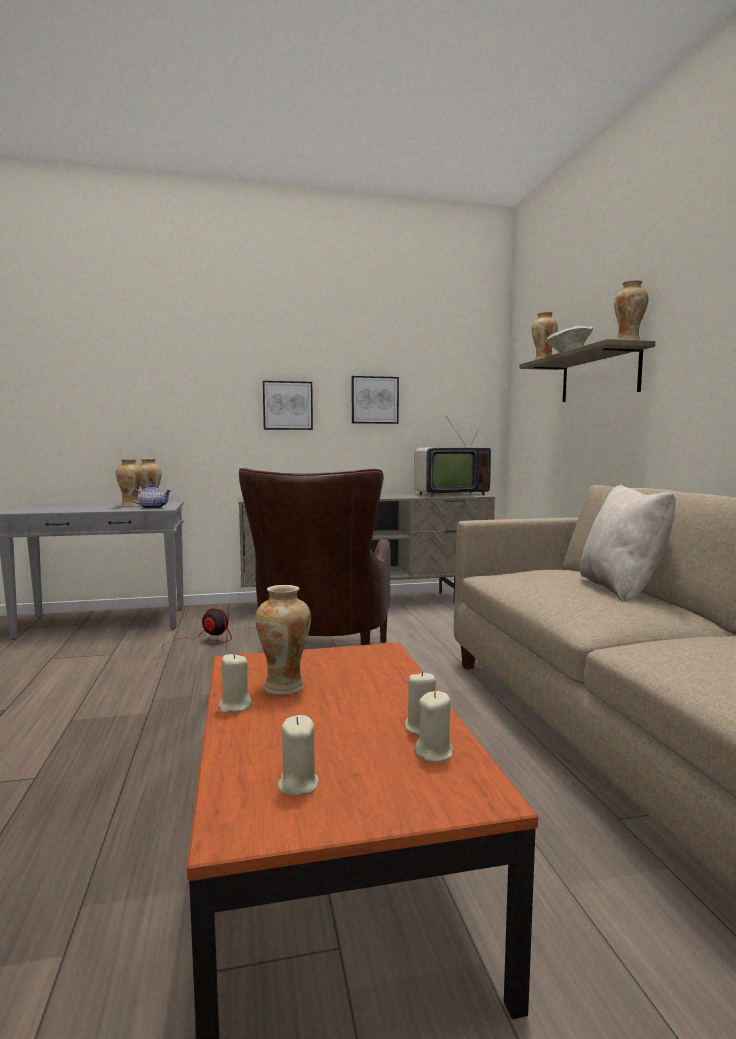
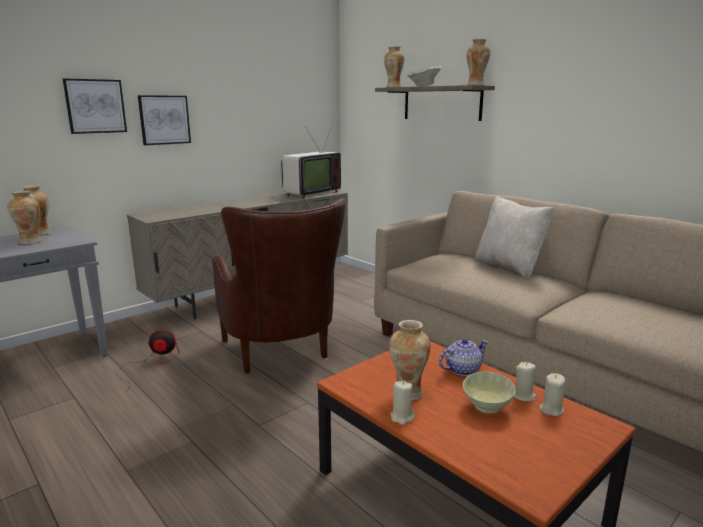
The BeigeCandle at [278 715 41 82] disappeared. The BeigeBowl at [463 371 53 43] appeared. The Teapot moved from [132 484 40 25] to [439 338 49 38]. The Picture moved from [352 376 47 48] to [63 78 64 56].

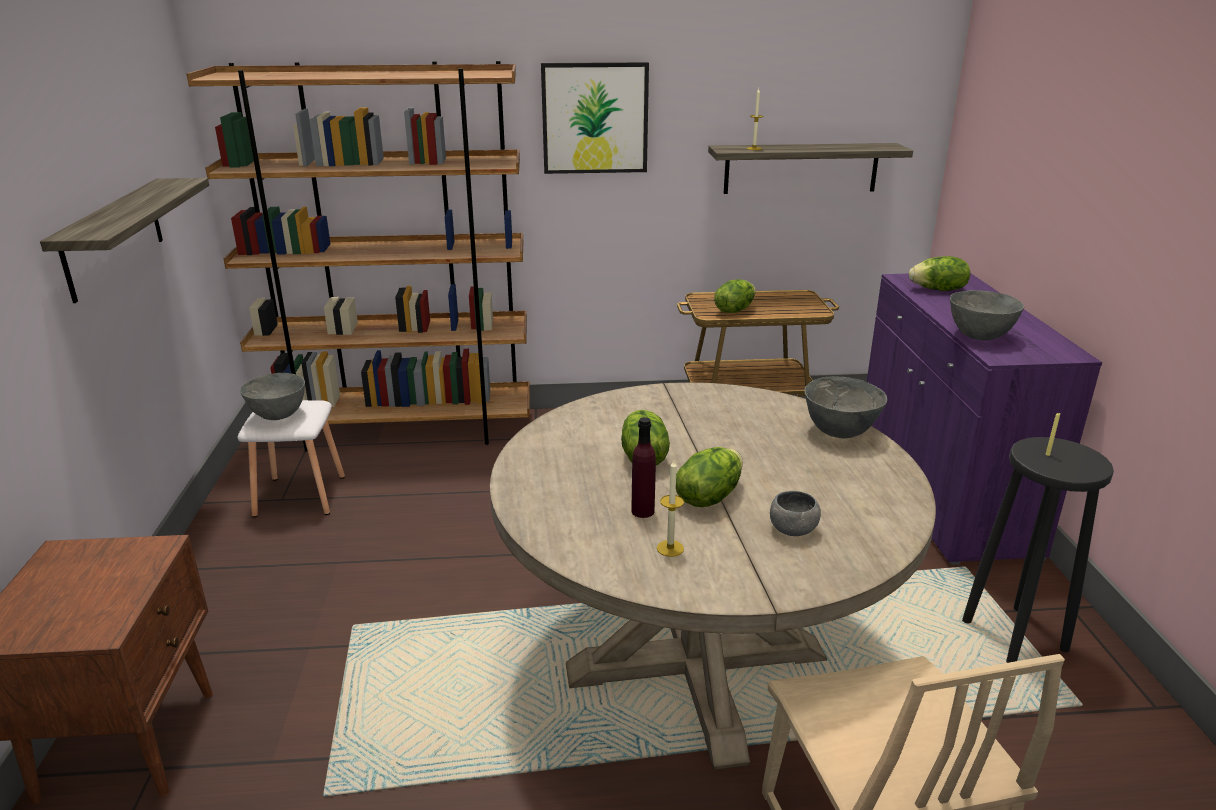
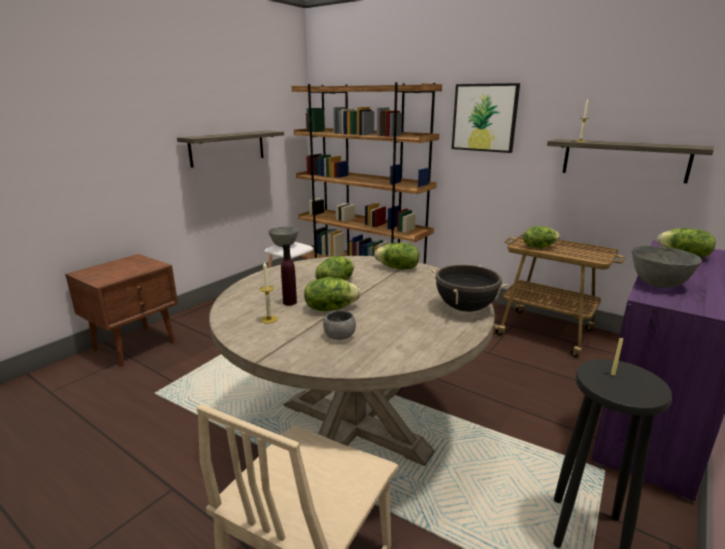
The Lettuce at [375 243 44 27] appeared. The GreyBowl at [804 376 83 63] was replaced by the BlackCookingPot at [431 265 78 47].

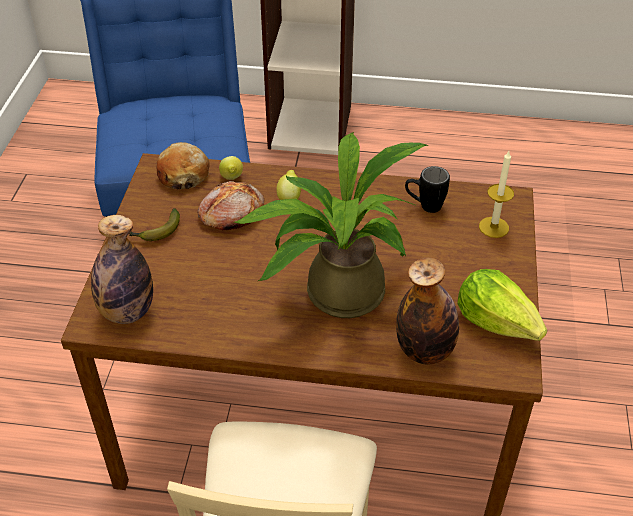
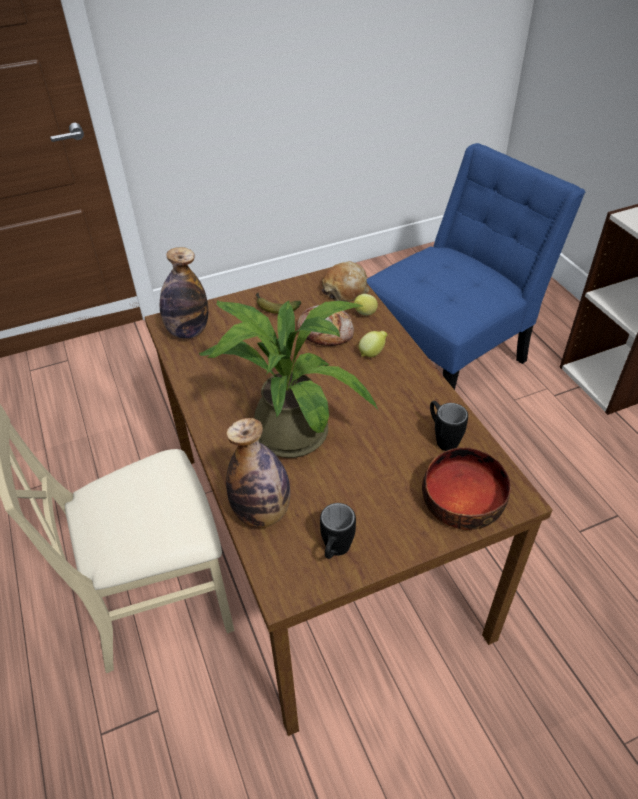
The Lettuce at [457 269 90 72] was replaced by the BlackMug at [320 503 36 56]. The Candle at [479 151 35 87] was replaced by the Bowl at [422 448 89 82].

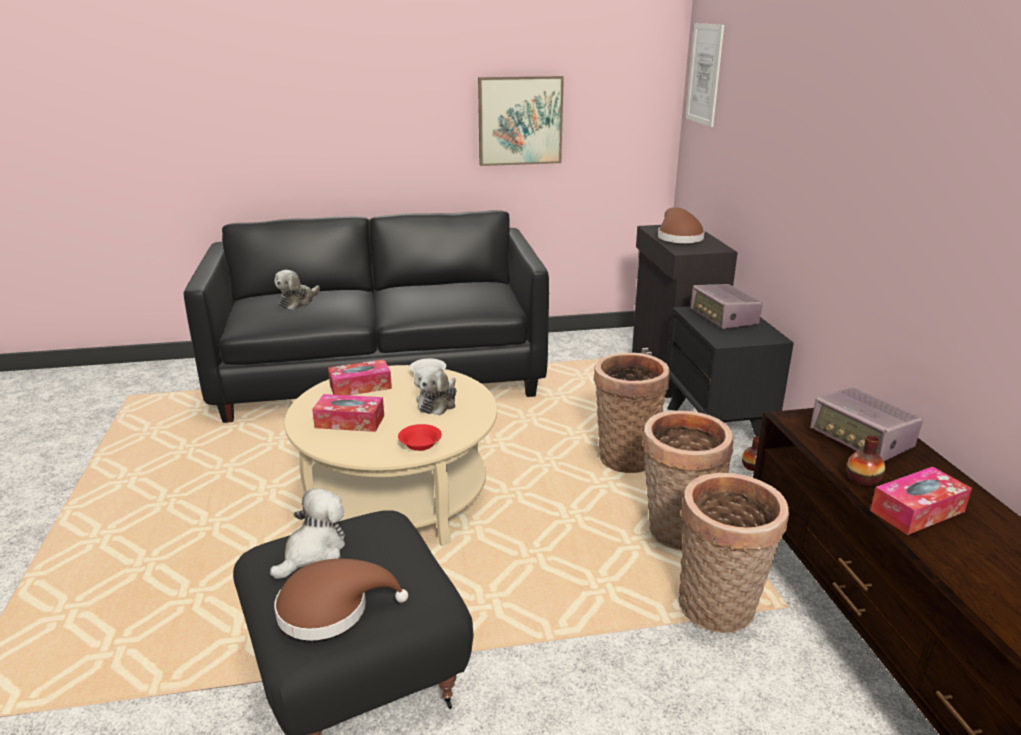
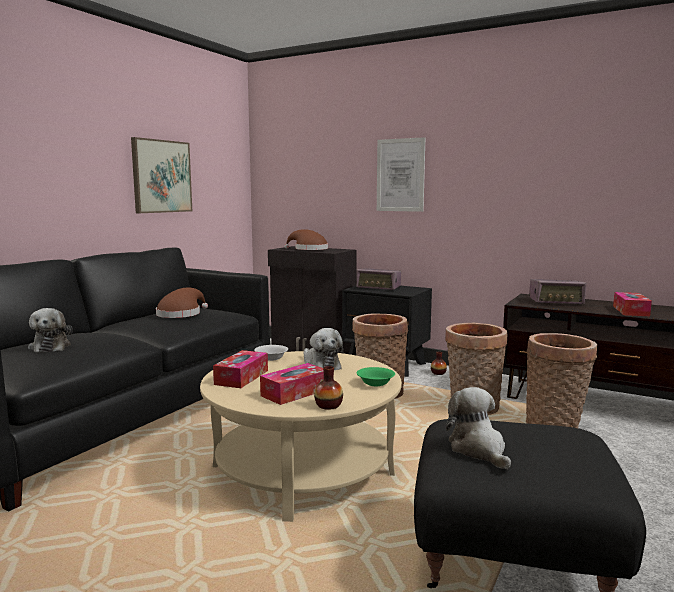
The BrownHat moved from [274 559 134 82] to [156 288 52 30]. The Picture moved from [686 23 38 104] to [377 137 48 75]. The Vase moved from [847 435 38 51] to [314 366 29 44]. The RedBowl at [398 424 44 27] became the GreenBowl at [356 367 39 19].

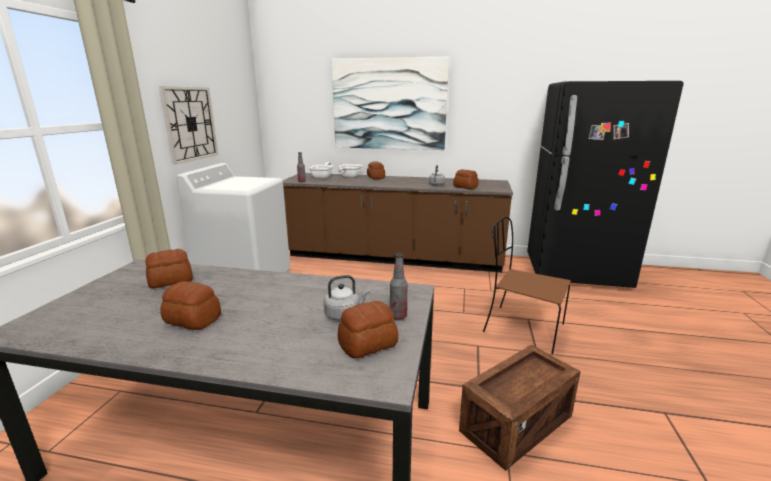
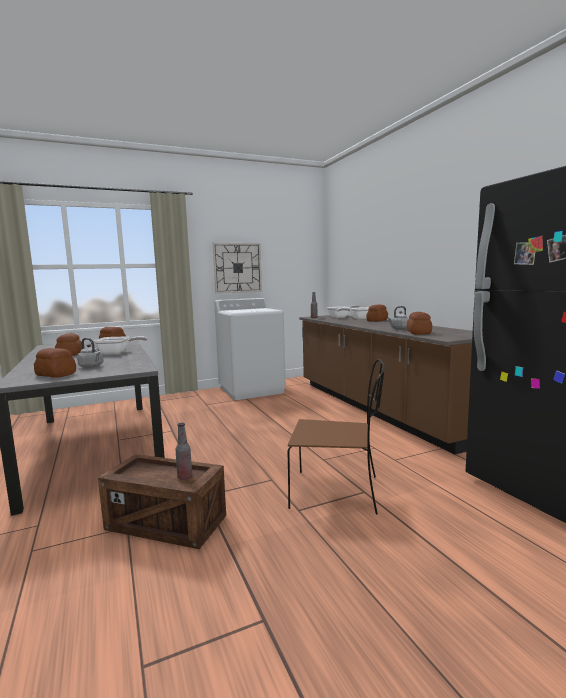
The Picture at [332 57 117 93] disappeared. The FryingPan at [94 336 53 18] appeared. The Bottle moved from [390 253 17 67] to [175 423 17 57]. The BrownChair at [483 217 88 137] turned 105 degrees clockwise.

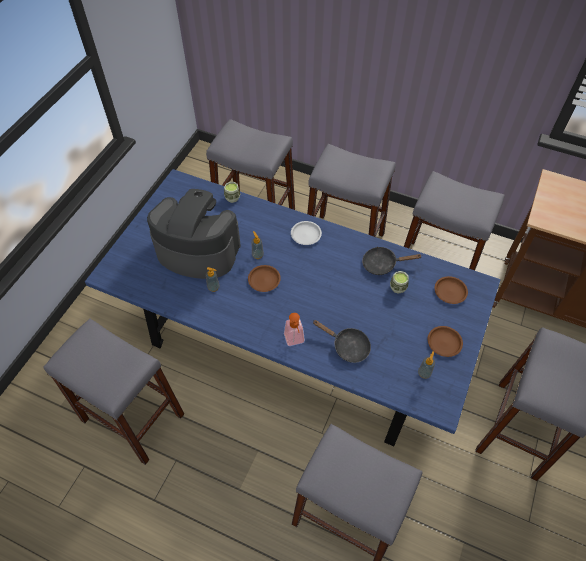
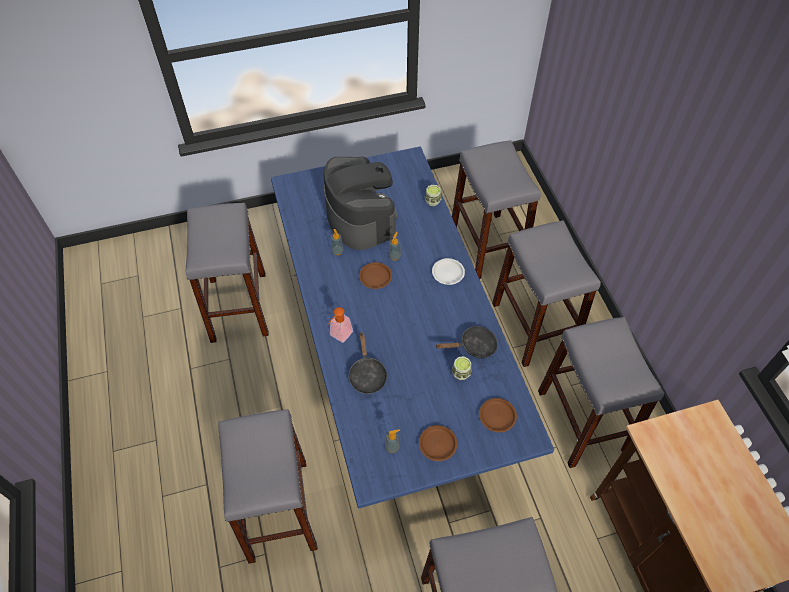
The BlackFryingPan at [362 247 59 28] turned 120 degrees clockwise.

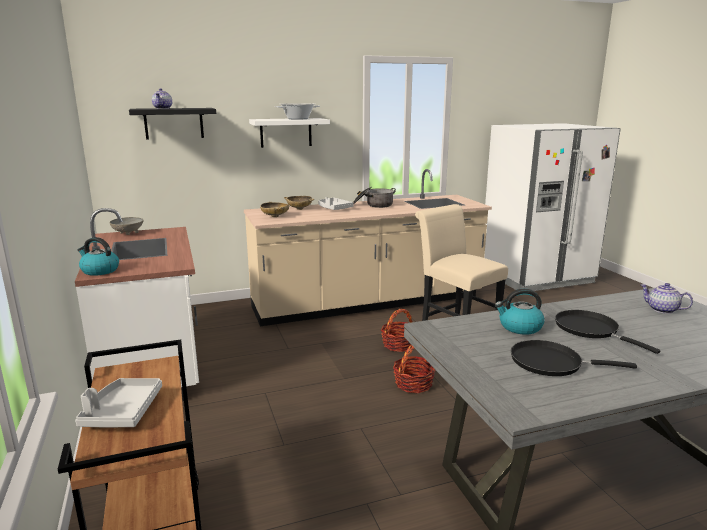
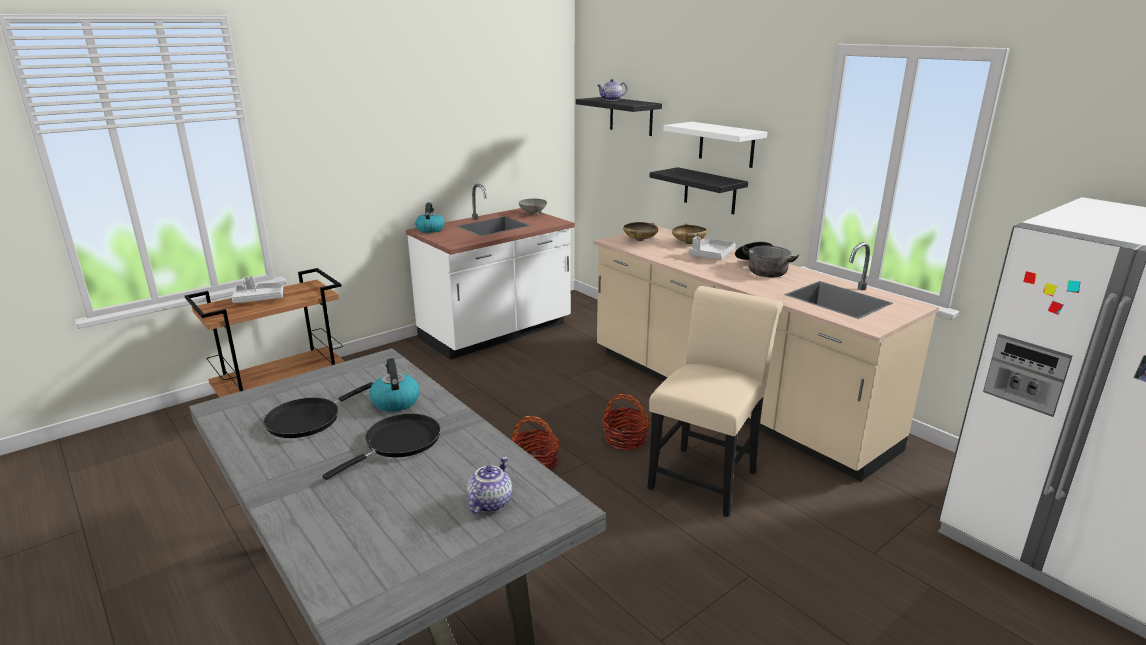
The CookingPot at [275 103 45 16] disappeared. The BlackShelf at [650 167 98 47] appeared. The BlackFryingPan at [511 340 126 36] turned 135 degrees counterclockwise.

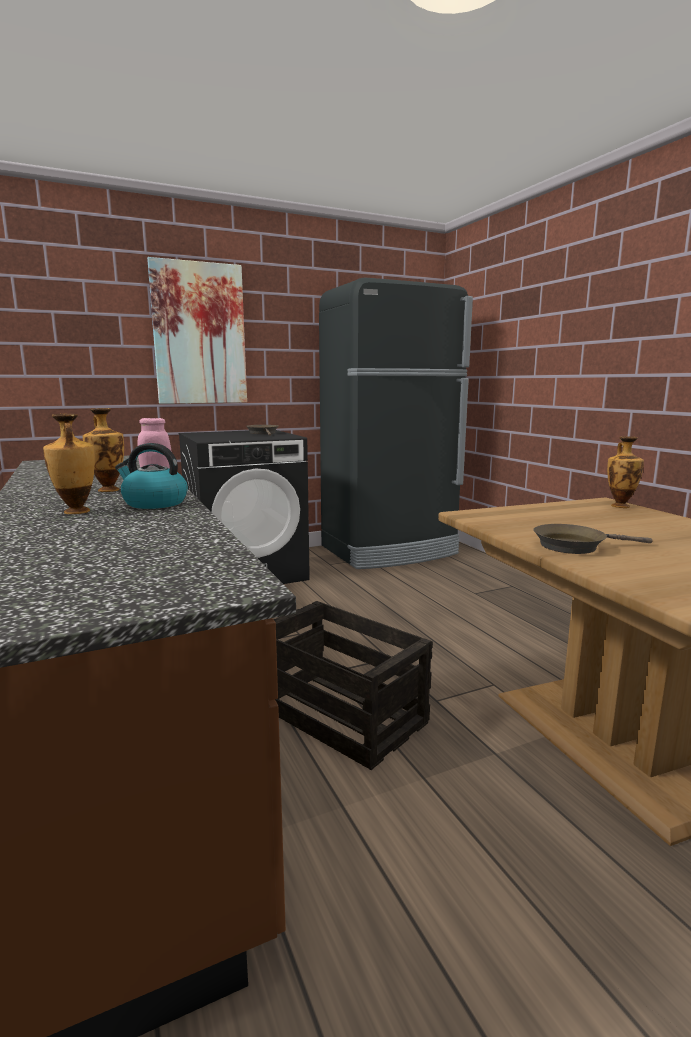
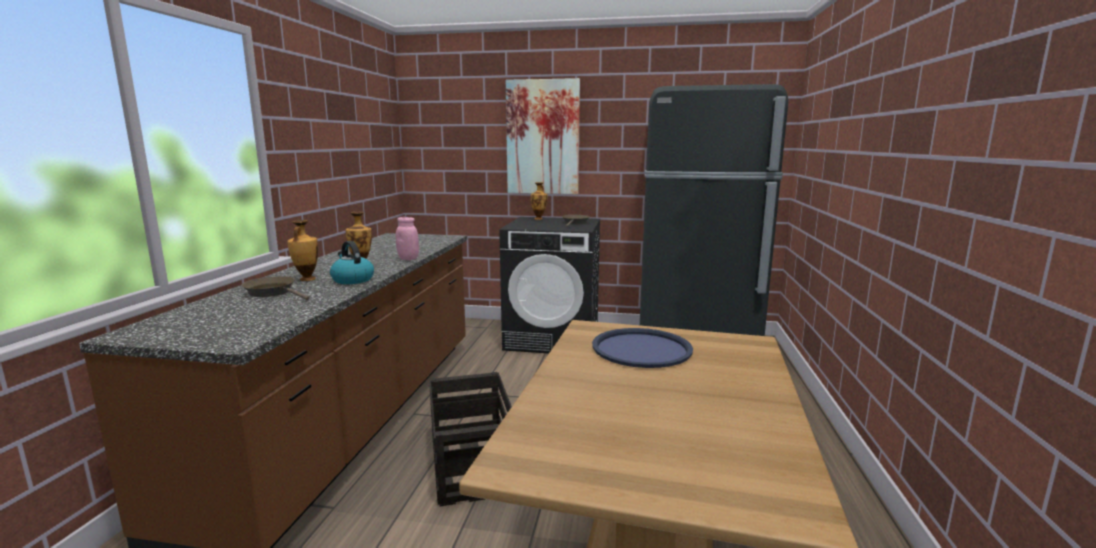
The BlueTray at [592 328 101 40] appeared. The BrownFryingPan moved from [533 524 120 30] to [241 276 69 24]. The Vase moved from [607 436 37 72] to [531 182 17 38].

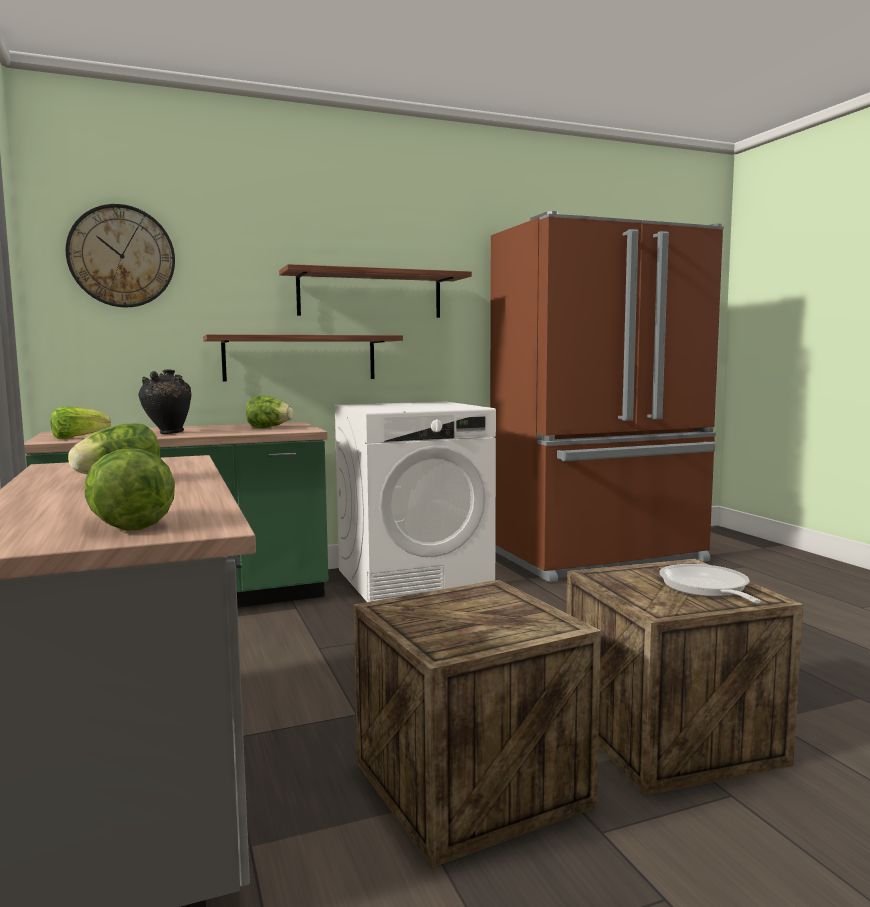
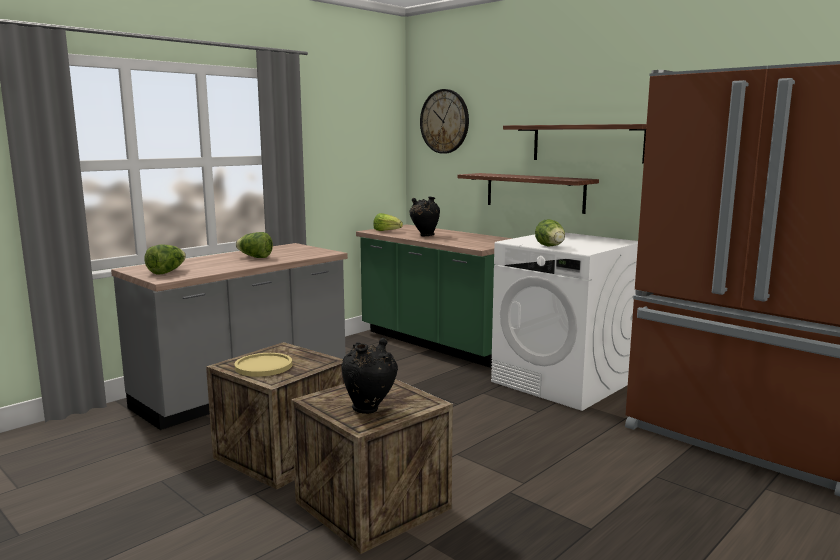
The YellowPlate at [235 353 57 24] appeared. The Lettuce moved from [246 396 47 32] to [535 219 30 27]. The FryingPan at [659 564 102 39] was replaced by the BlackVase at [341 338 57 76].

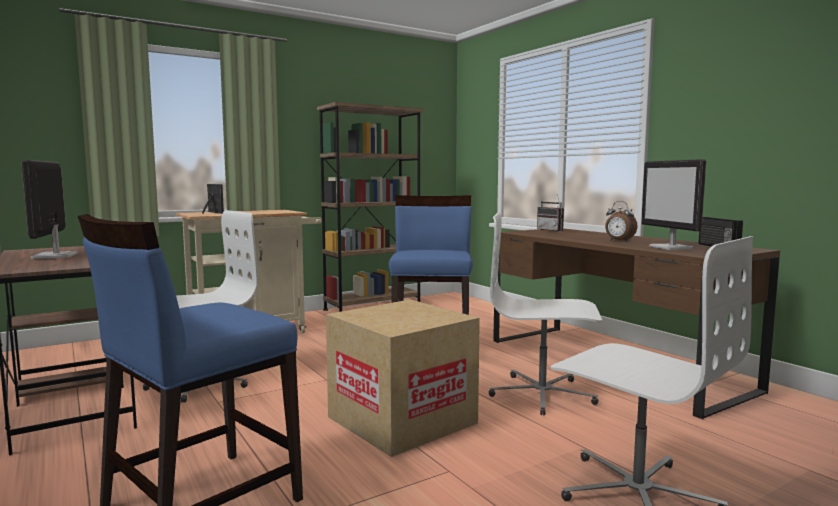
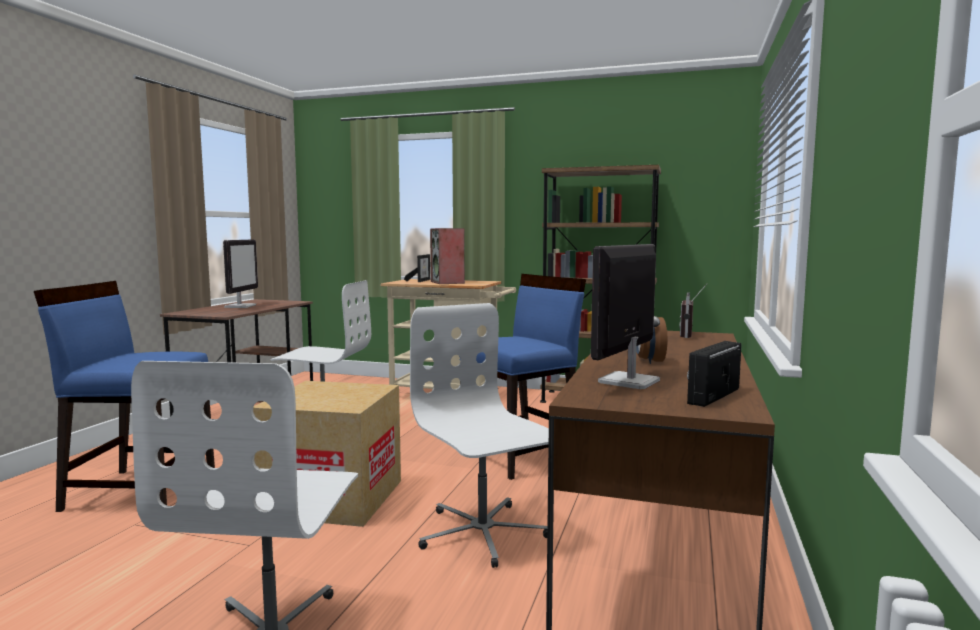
The Speaker at [430 228 35 56] appeared. The Monitor at [22 160 56 99] turned 150 degrees clockwise.

